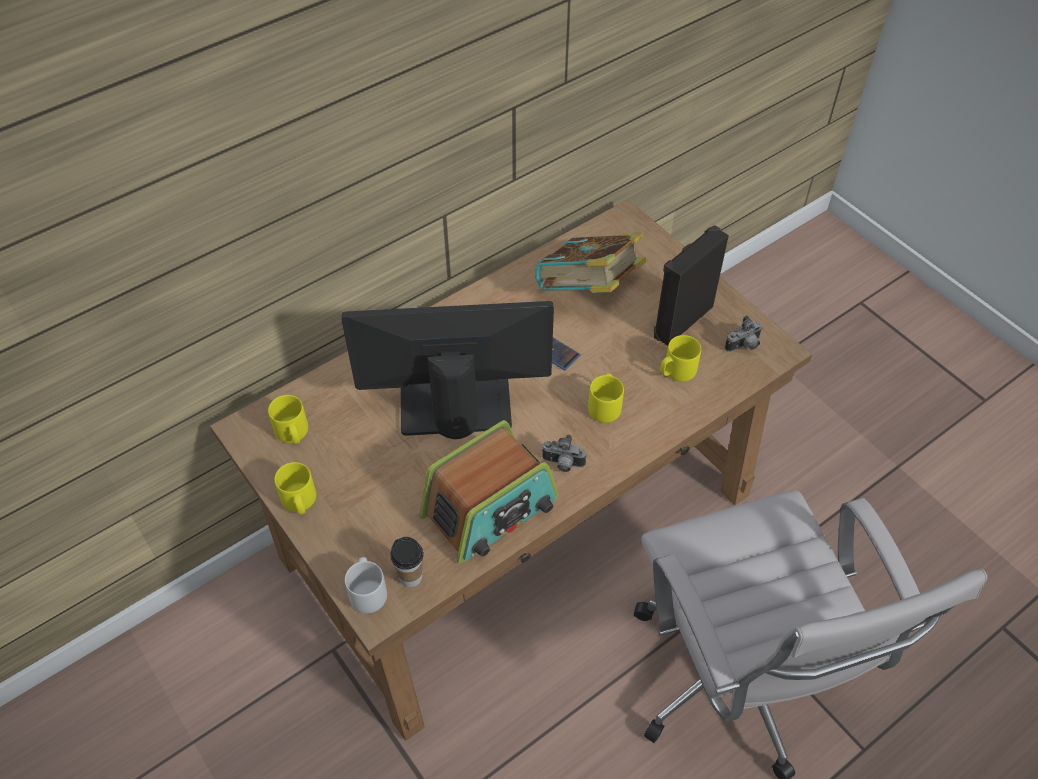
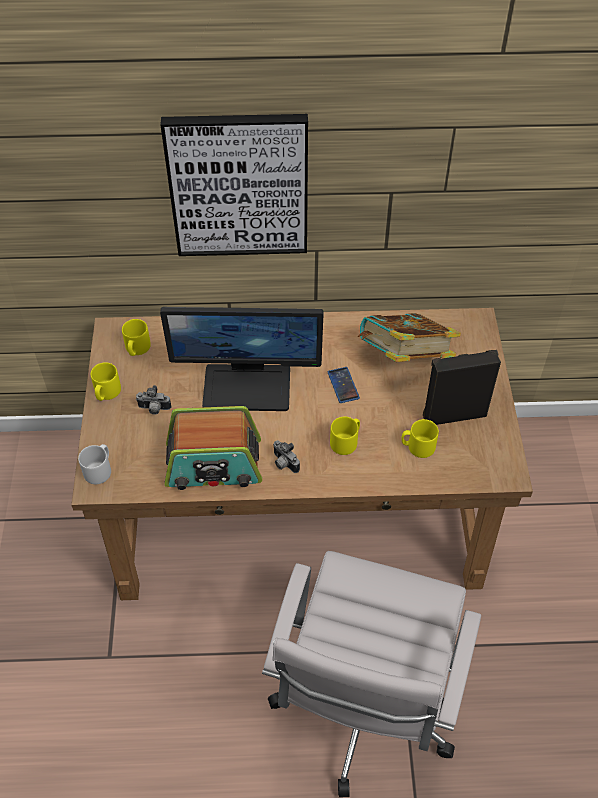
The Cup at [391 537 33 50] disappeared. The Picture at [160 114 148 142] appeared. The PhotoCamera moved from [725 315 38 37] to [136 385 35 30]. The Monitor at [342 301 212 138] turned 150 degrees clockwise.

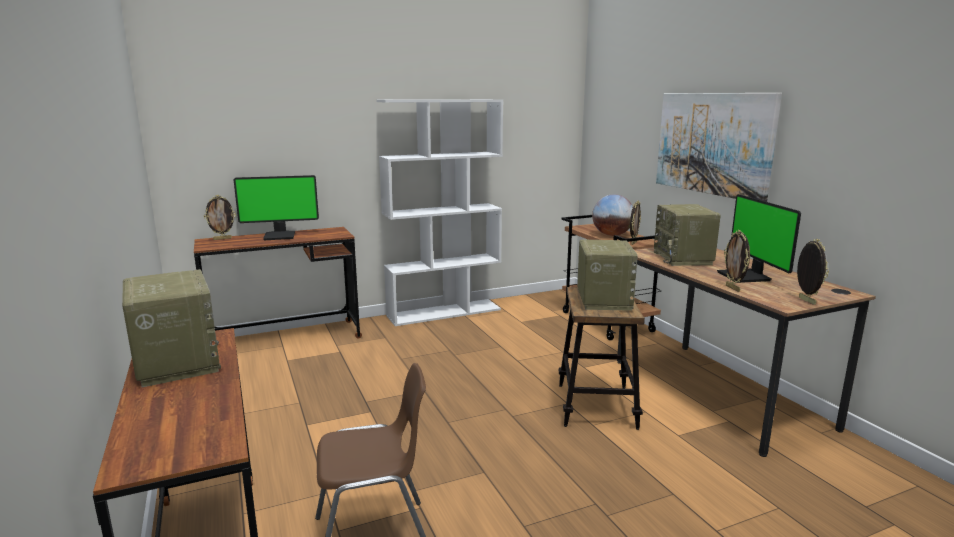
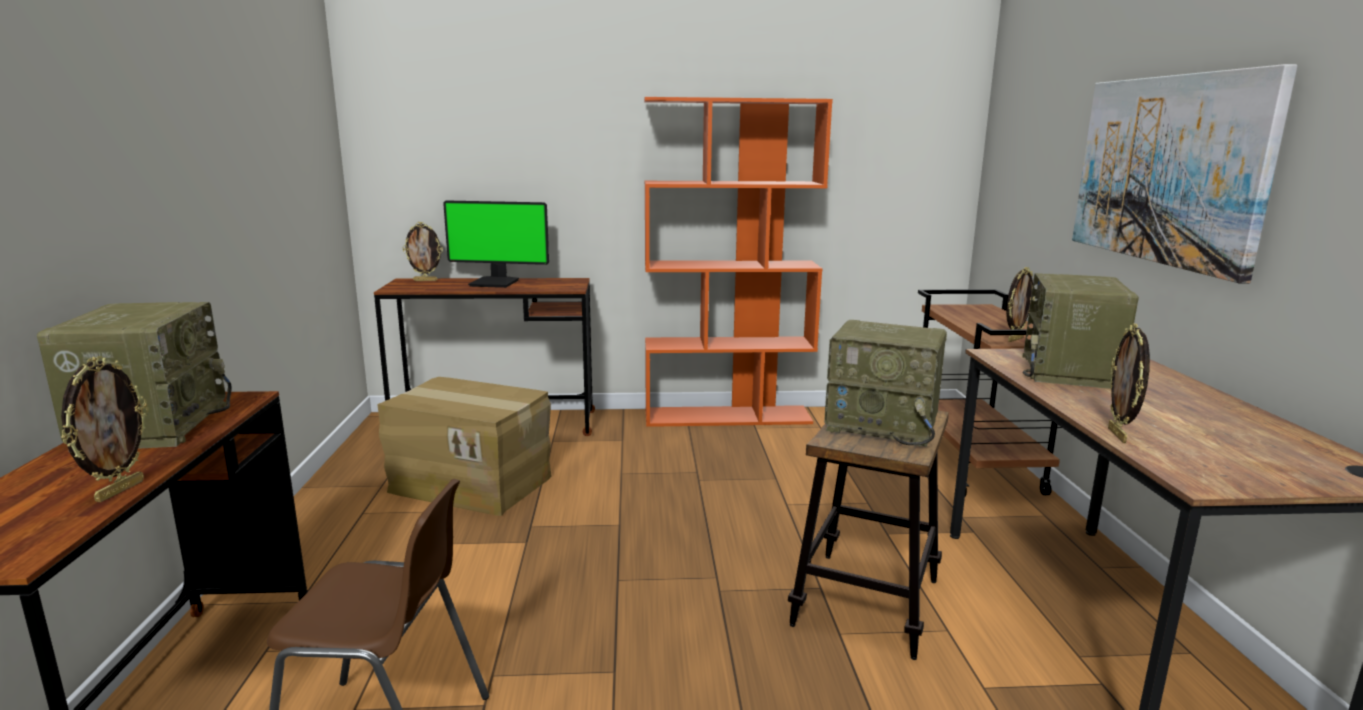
The Globe at [592 194 41 42] disappeared. The Monitor at [717 194 84 89] disappeared. The CardboardBox at [377 377 175 139] appeared. The PictureFrame moved from [797 239 32 66] to [61 356 88 146]. The WhiteBookcase at [376 99 127 227] became the OrangeBookcase at [644 97 189 330]. The Radio at [577 240 61 71] turned 90 degrees clockwise.

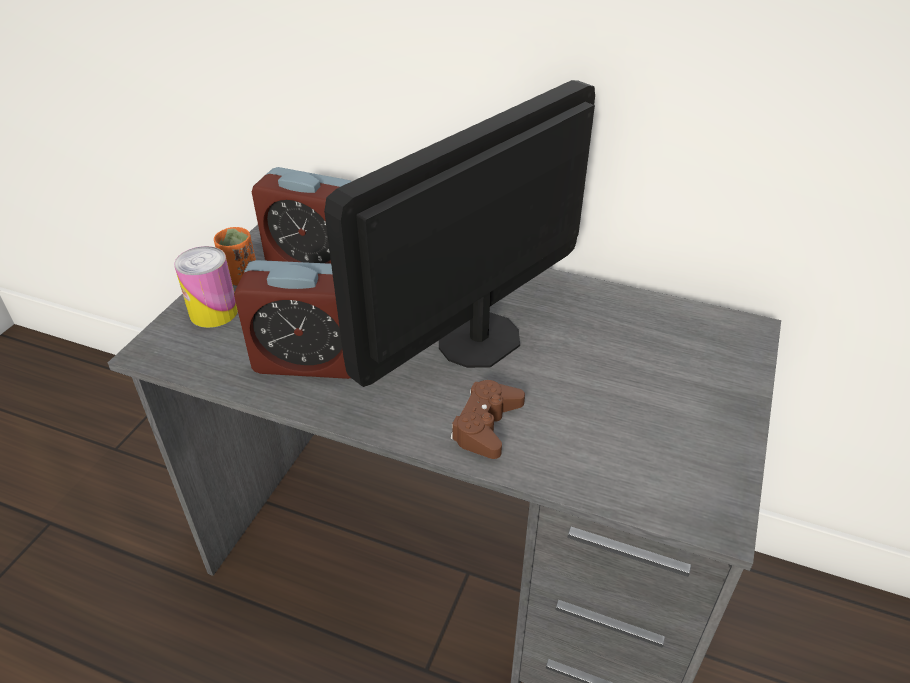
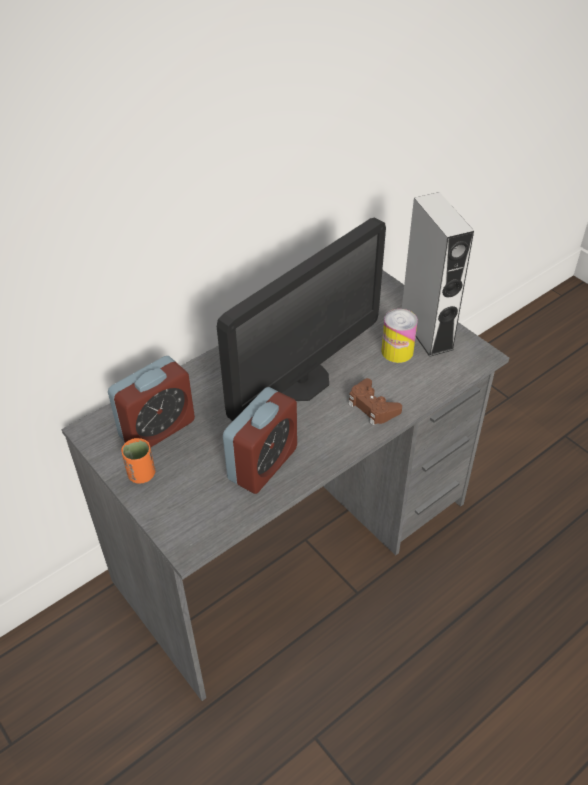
The GreySpeaker at [402 192 72 165] appeared. The Can moved from [174 246 64 82] to [381 309 37 54]. The Monitor at [324 80 271 307] turned 120 degrees counterclockwise.

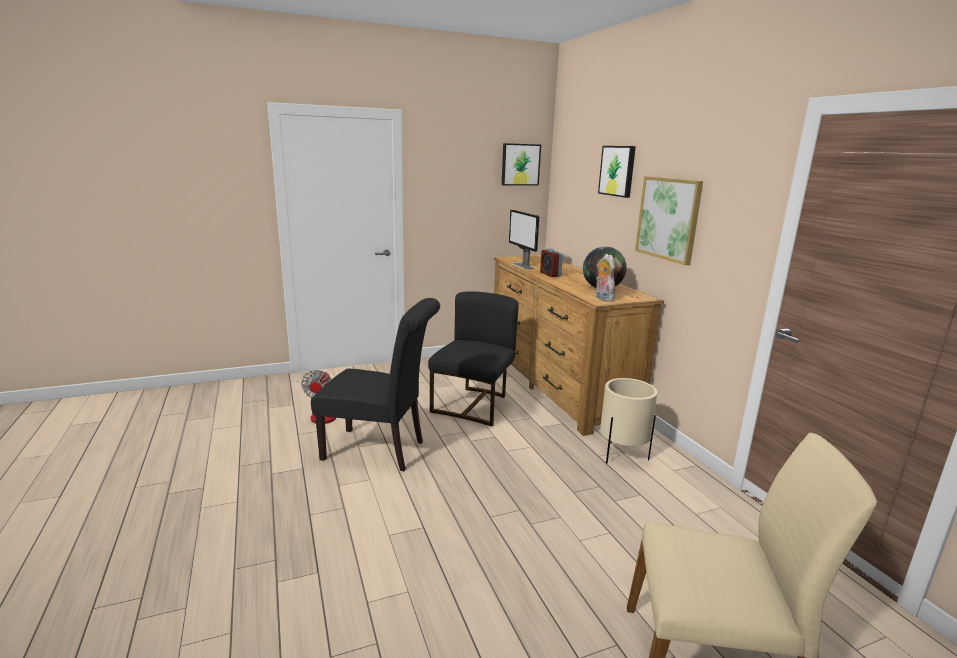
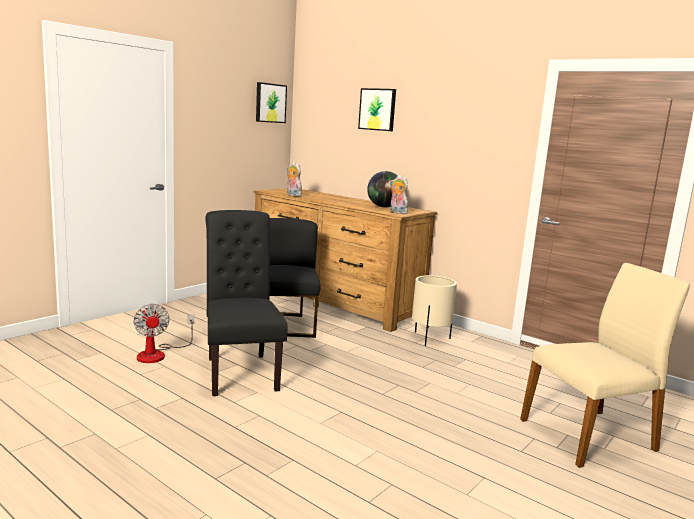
The AlarmClock at [540 248 23 29] disappeared. The Picture at [635 176 68 89] disappeared. The Monitor at [509 210 30 59] was replaced by the PlushToy at [287 162 15 35]. The BlackChair at [311 298 129 173] turned 90 degrees counterclockwise.

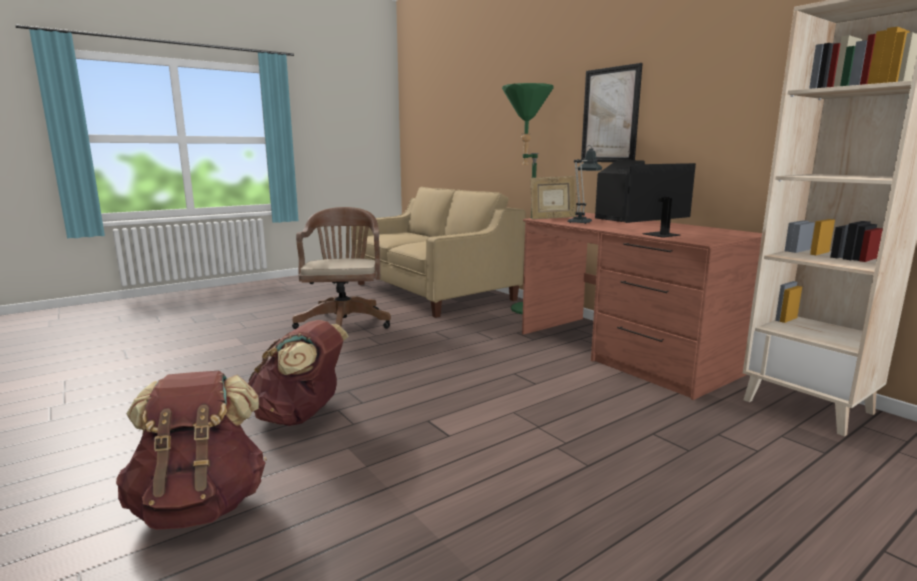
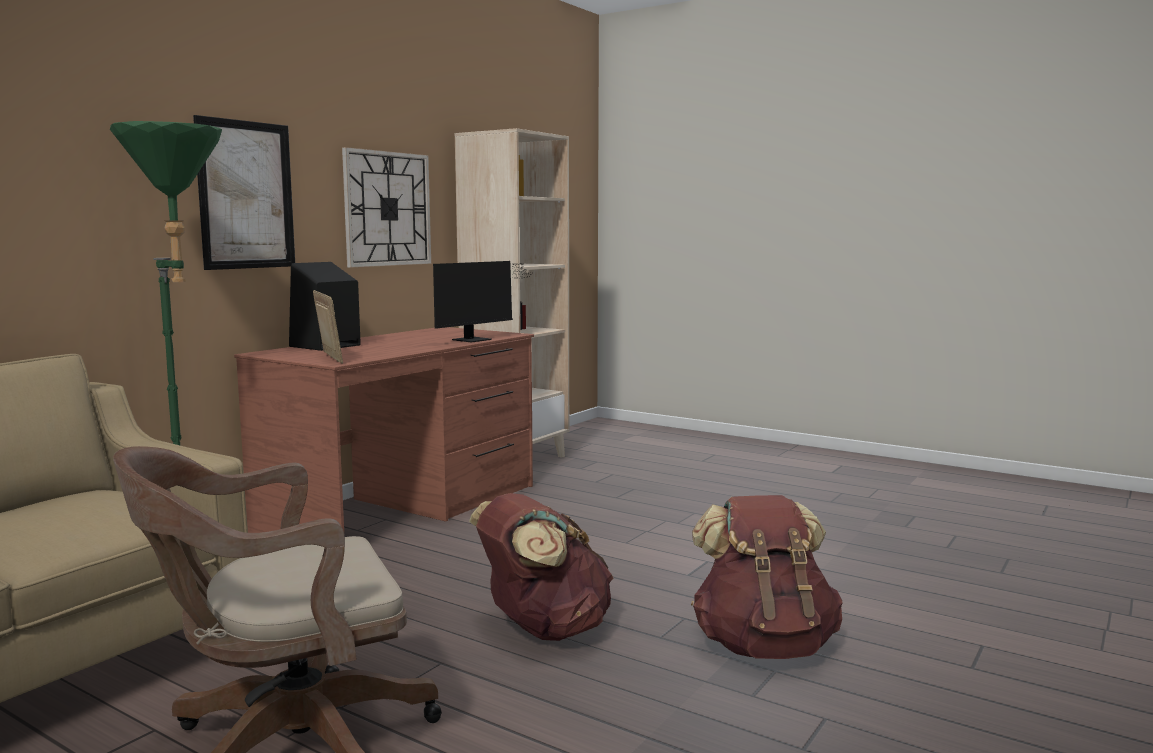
The TableLamp at [567 145 36 79] disappeared. The WallClock at [342 147 89 120] appeared. The BrownBackpack moved from [116 371 151 159] to [469 493 145 148]. The Monitor at [606 163 90 75] turned 90 degrees counterclockwise.

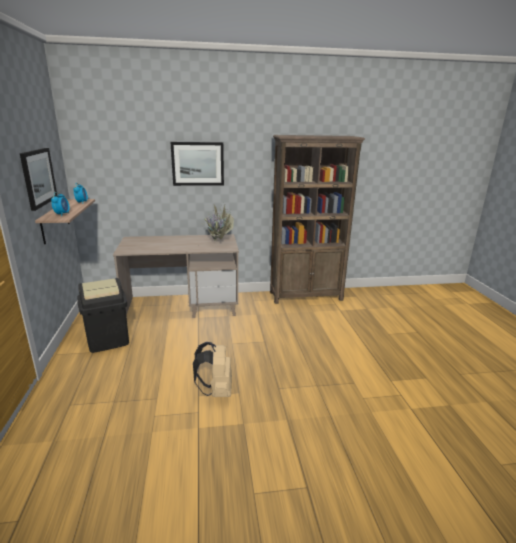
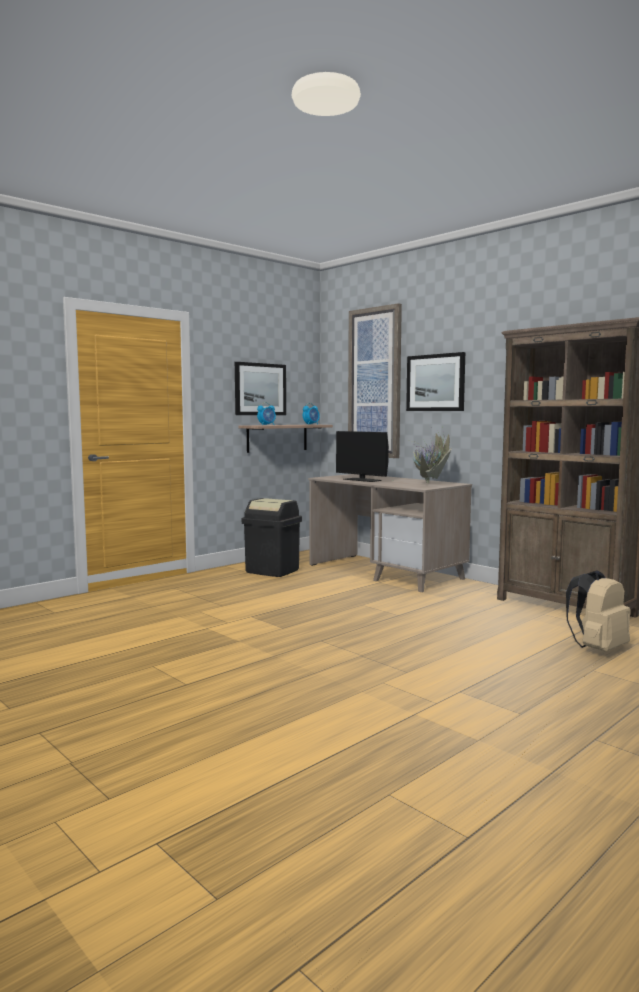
The Monitor at [336 431 53 51] appeared. The Picture at [348 303 54 155] appeared. The BeigeBackpack moved from [193 342 39 55] to [566 570 64 82].

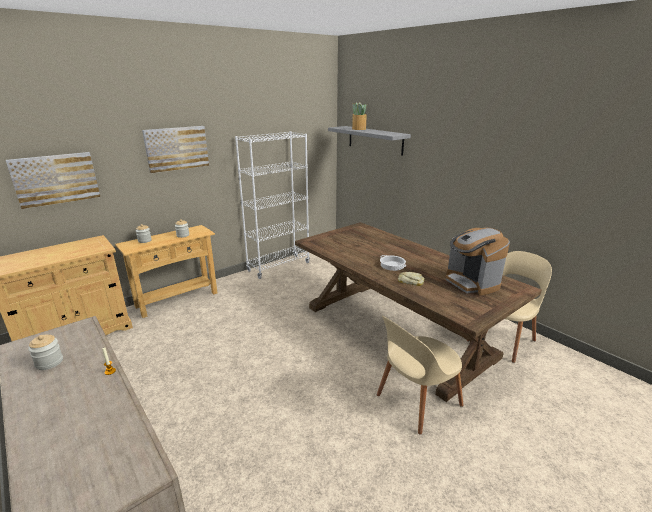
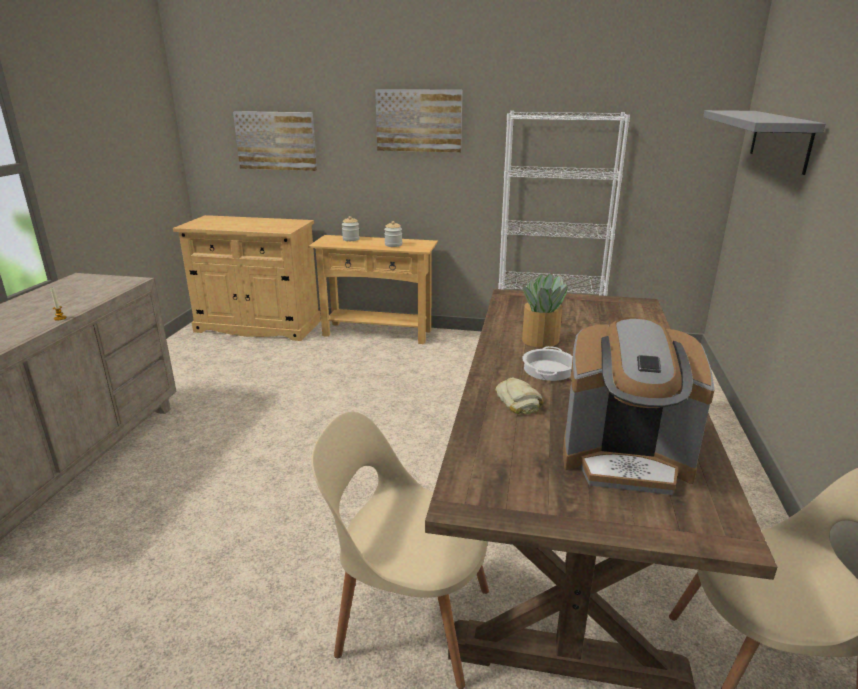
The Jar at [28 335 35 35] disappeared. The PottedPlant moved from [352 102 15 28] to [522 273 46 75]. The CoffeeMachine at [445 228 65 68] turned 105 degrees counterclockwise.

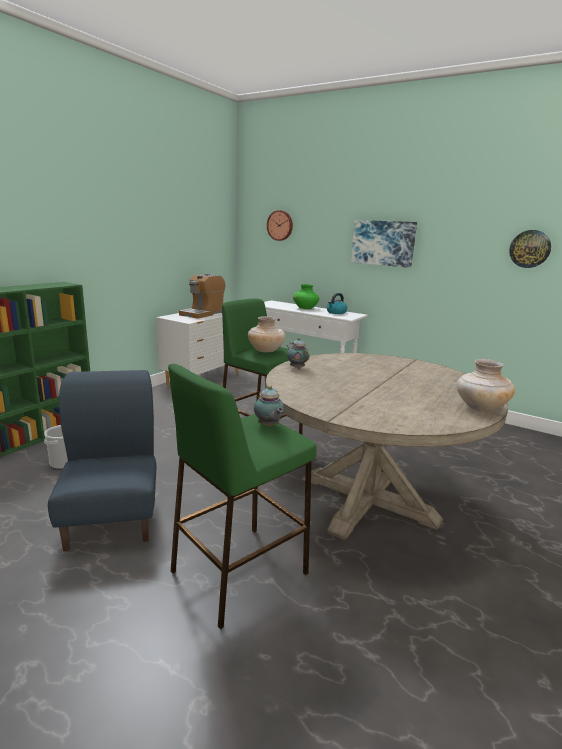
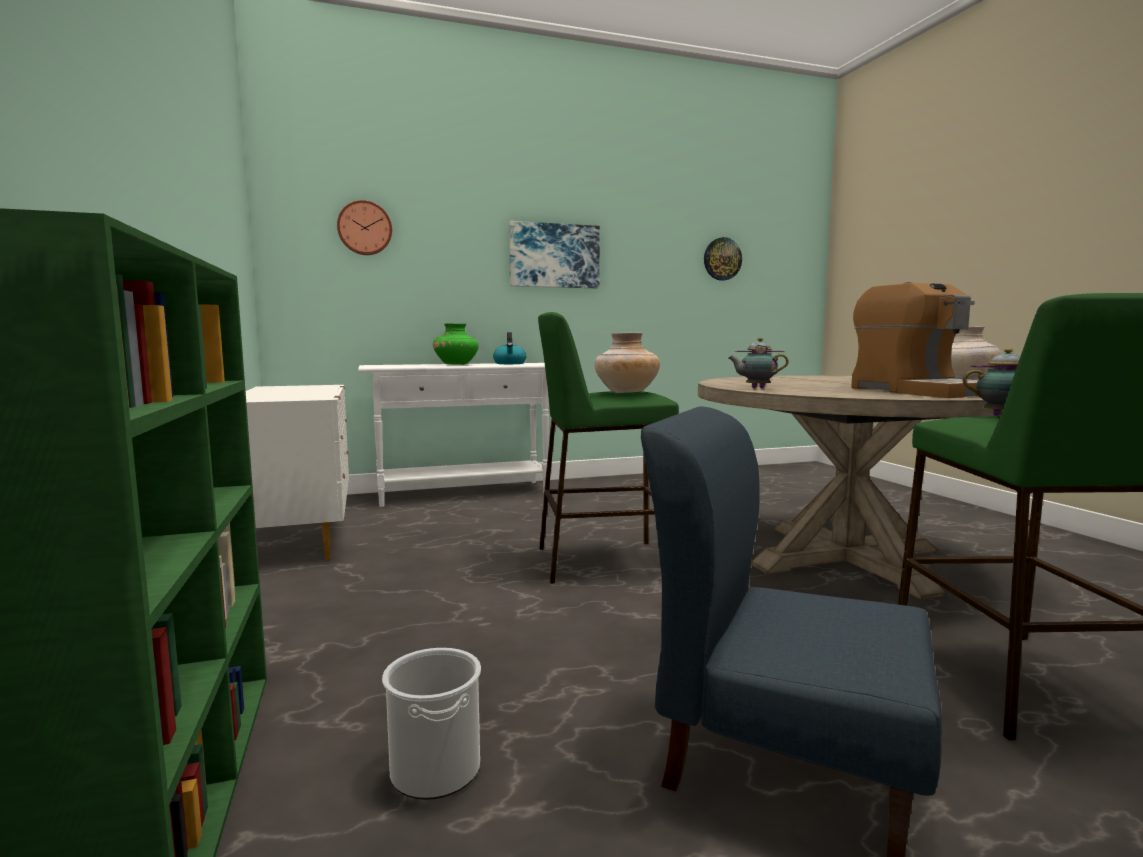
The CoffeeMachine moved from [179 274 46 45] to [851 282 127 116].

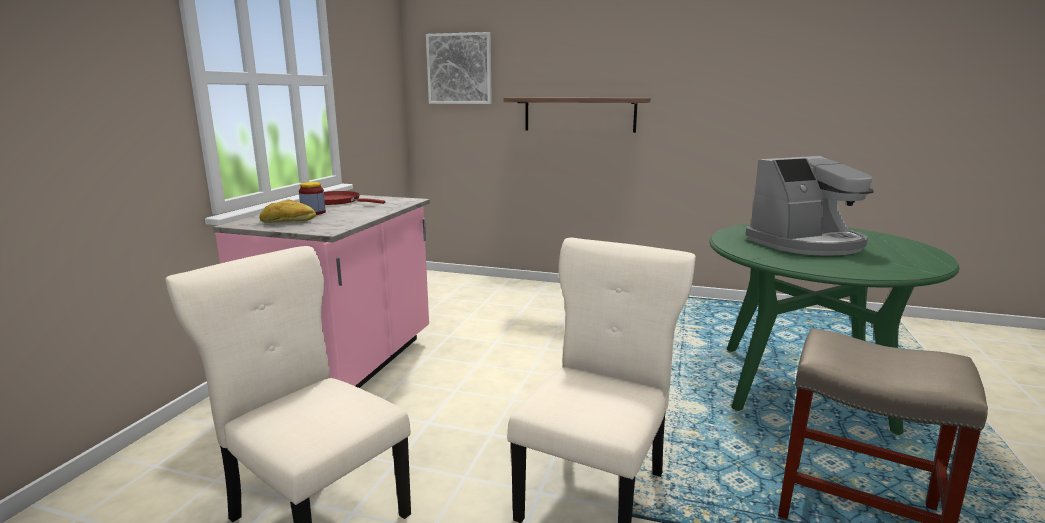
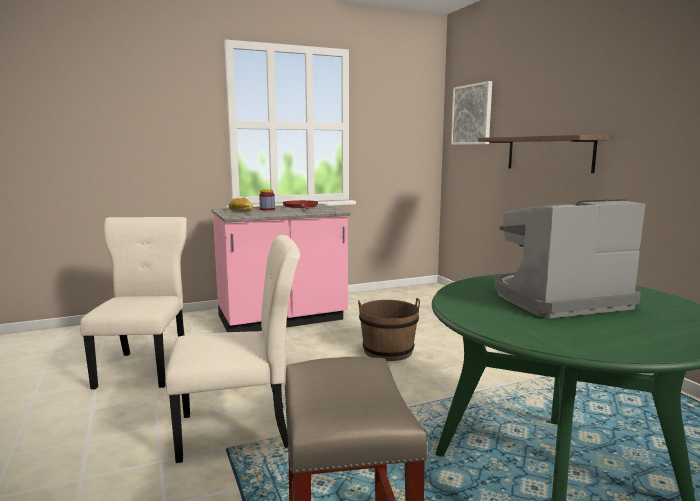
The BrownBucket at [358 298 62 63] appeared. The CoffeeMachine at [745 156 129 100] turned 135 degrees clockwise.

